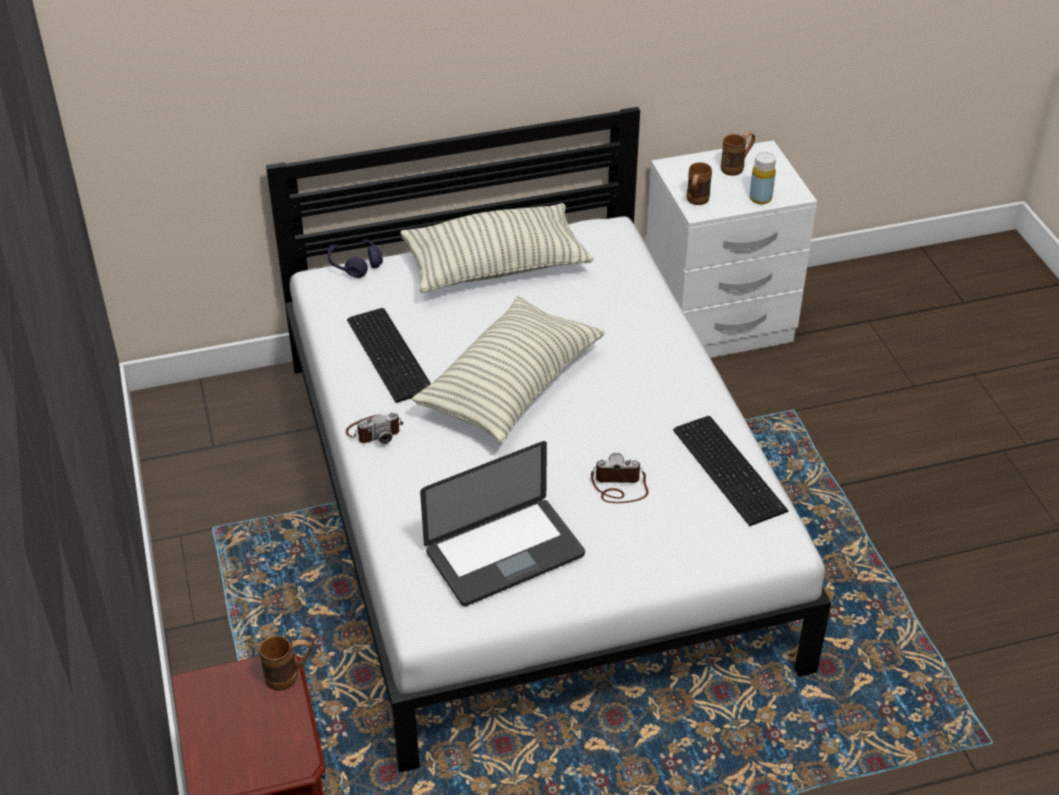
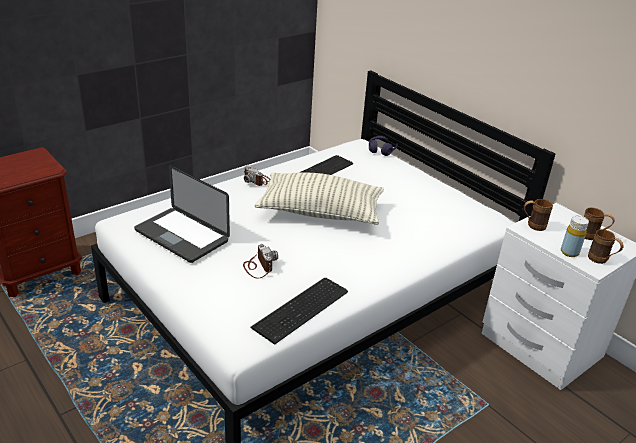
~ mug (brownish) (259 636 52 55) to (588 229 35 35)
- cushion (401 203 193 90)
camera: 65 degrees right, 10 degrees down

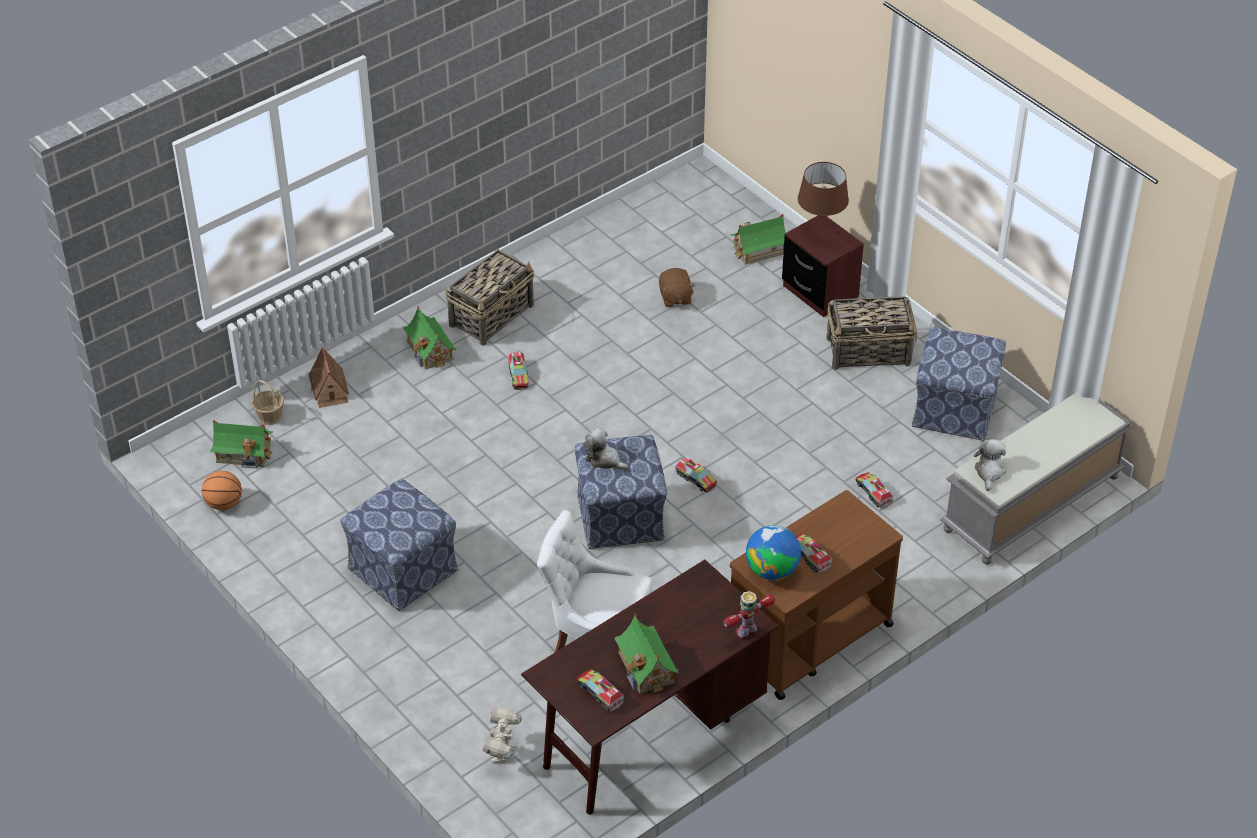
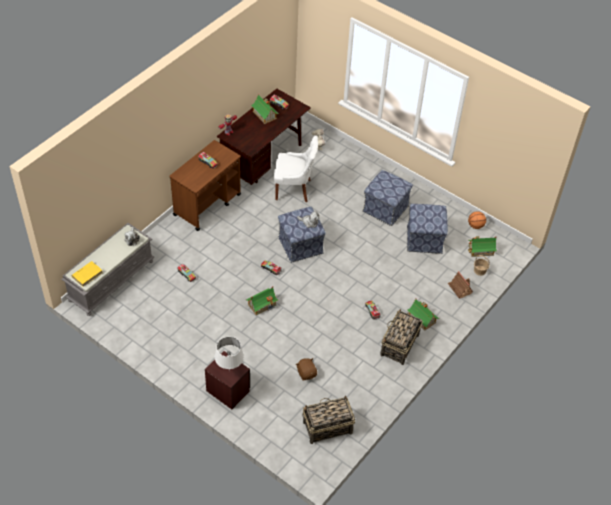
+ bound book (yellow-coloured) (71 261 32 26)
~ table lamp (brownish) (798 162 51 73) to table lamp (white) (215 337 29 32)
~ toy house (731 214 55 51) to (246 287 32 28)
~ storage basket (826 296 91 74) to (302 396 53 48)
~ footrest (912 327 94 114) to (407 204 41 50)
- globe (746 525 55 55)
camera: 165 degrees right, 5 degrees up

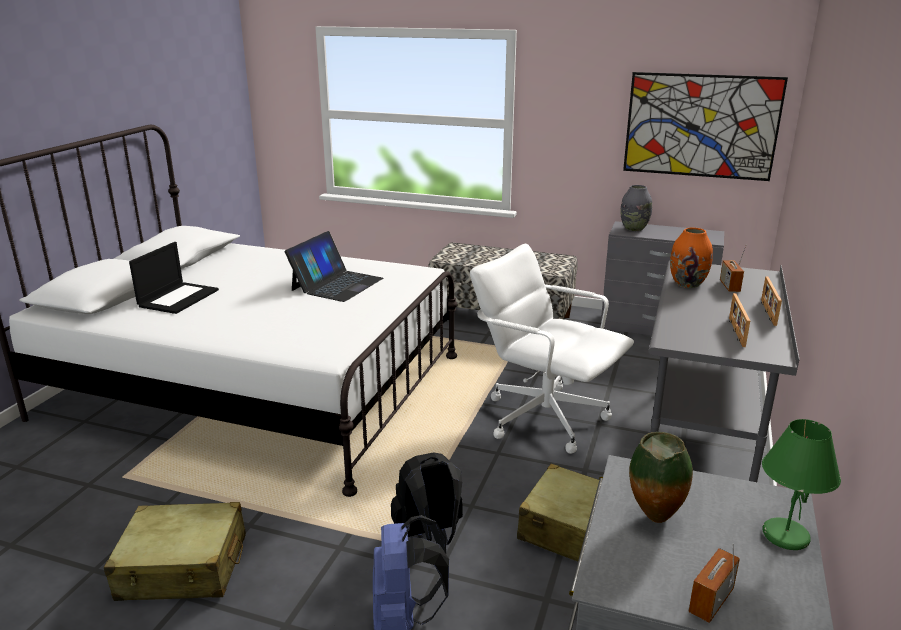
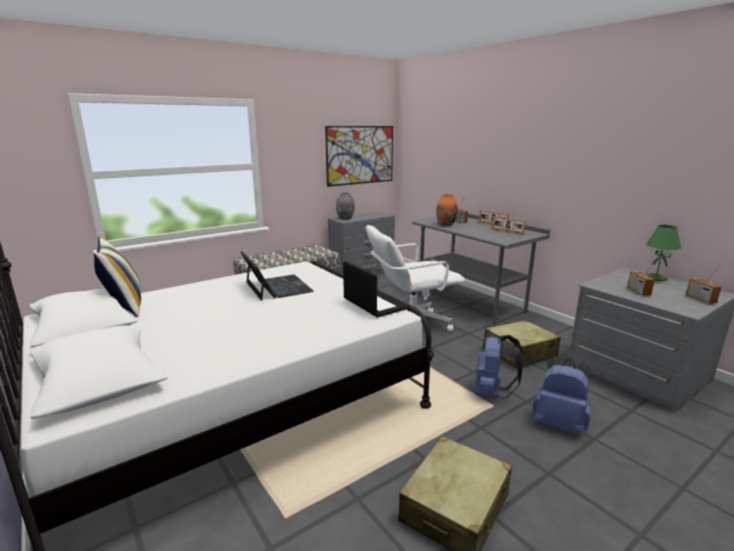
+ cushion (94 236 47 81)
~ notebook computer (129 242 90 72) to (343 261 67 56)
~ knapsack (black-coloured) (391 452 72 93) to knapsack (blue) (475 335 49 64)
~ vase (629 432 64 91) to radio set (627 258 28 38)
camera: 55 degrees left, 5 degrees down

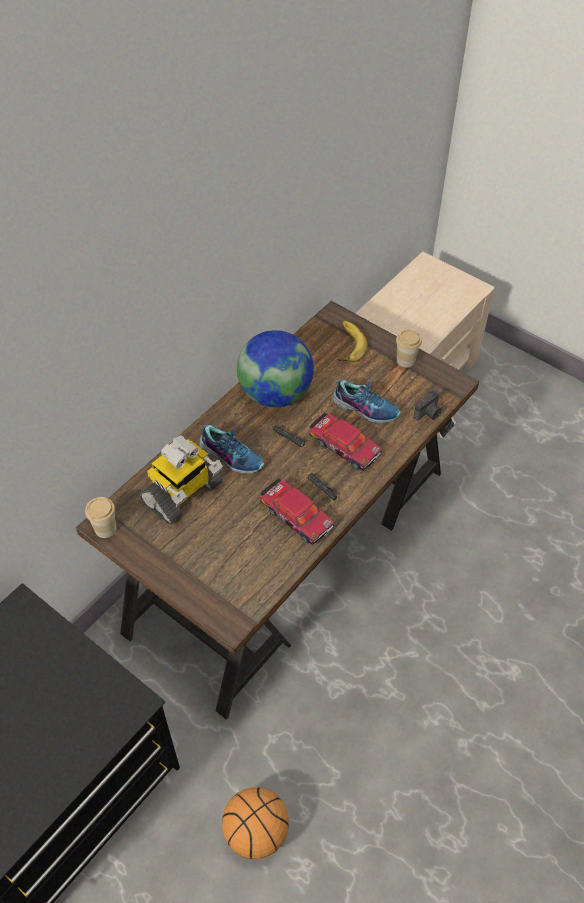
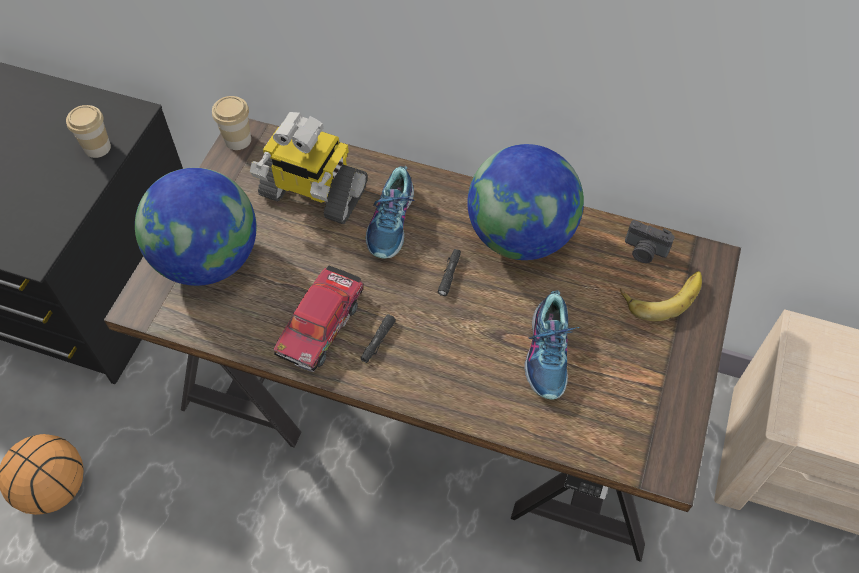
~ cup (396 330 26 37) to (66 105 45 53)
+ globe (135 168 122 118)
~ photo camera (414 390 28 30) to (625 220 50 43)
- model car (309 413 73 58)
camera: 70 degrees right, 5 degrees up

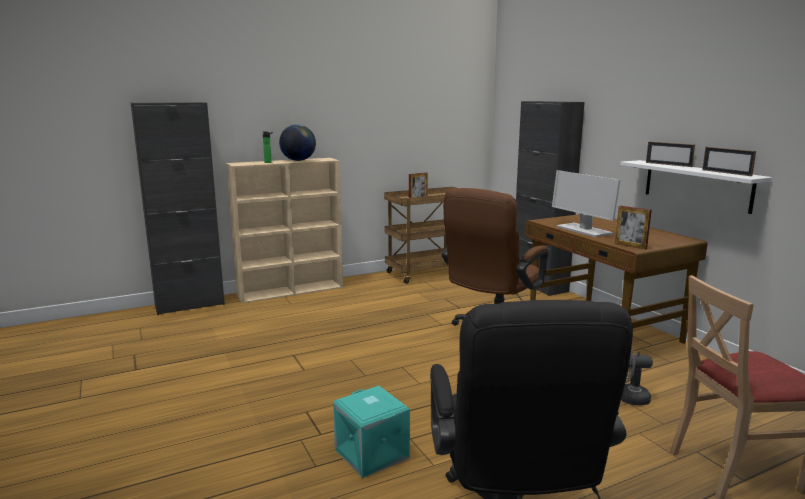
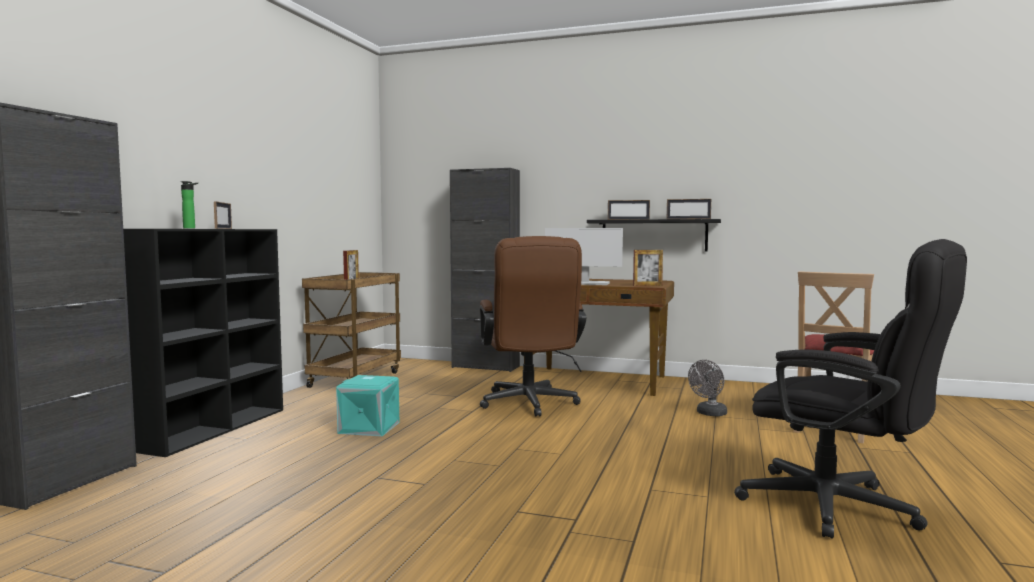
~ bookshelf (sand-coloured) (226 158 117 145) to bookshelf (black-coloured) (123 229 160 228)
~ globe (279 125 37 36) to picture frame (214 201 18 28)
~ storage box (turquoise-coloured) (333 386 77 92) to (336 375 63 62)
~ wall shelf (white) (620 160 153 54) to wall shelf (black-coloured) (587 219 134 32)
camera: 45 degrees left, 10 degrees down

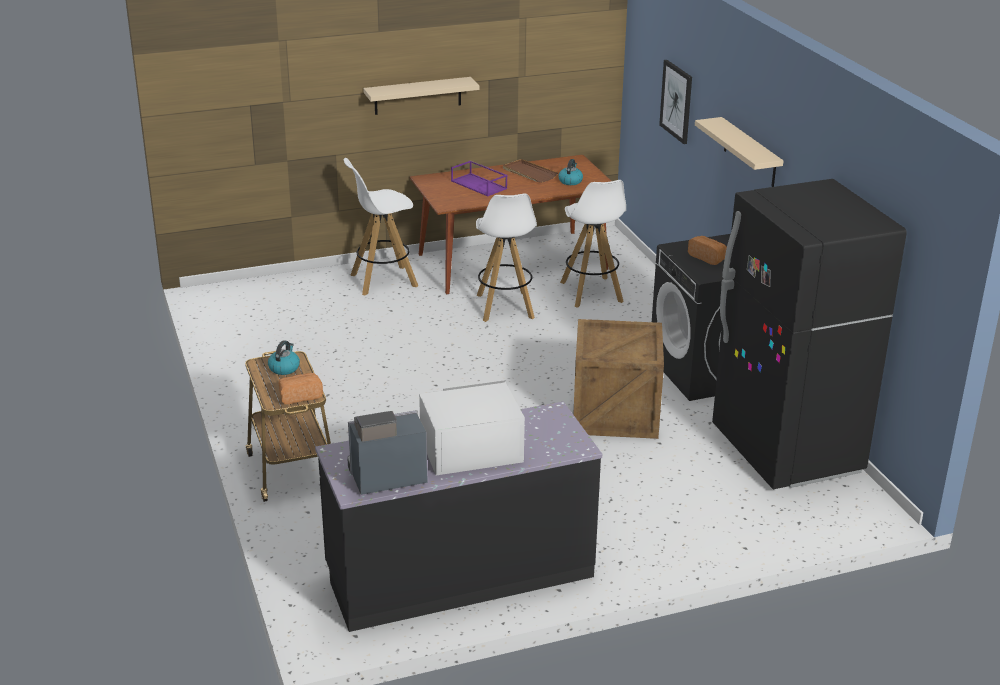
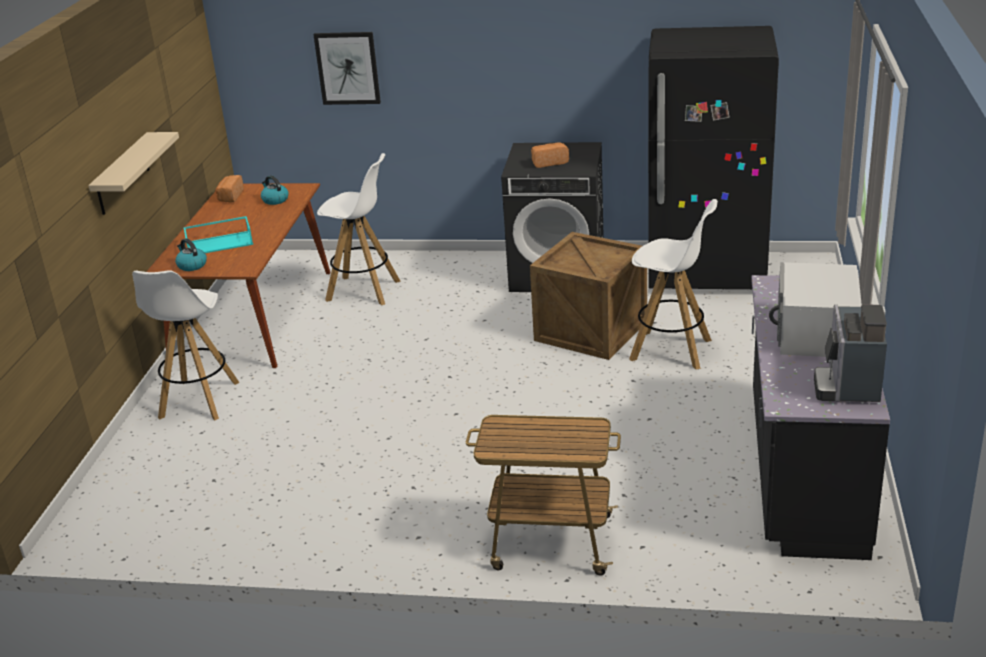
~ water kettle (268 340 32 35) to (175 238 32 33)
~ tray (purple) (451 160 56 36) to tray (turquoise-coloured) (183 216 70 37)
~ bread (278 373 45 31) to (215 175 29 27)
~ stool seat (white) (476 193 61 129) to (629 199 89 171)
- tray (brownish) (503 159 55 24)
- wall shelf (sand-coloured) (695 117 88 70)
camera: 60 degrees left, 0 degrees up

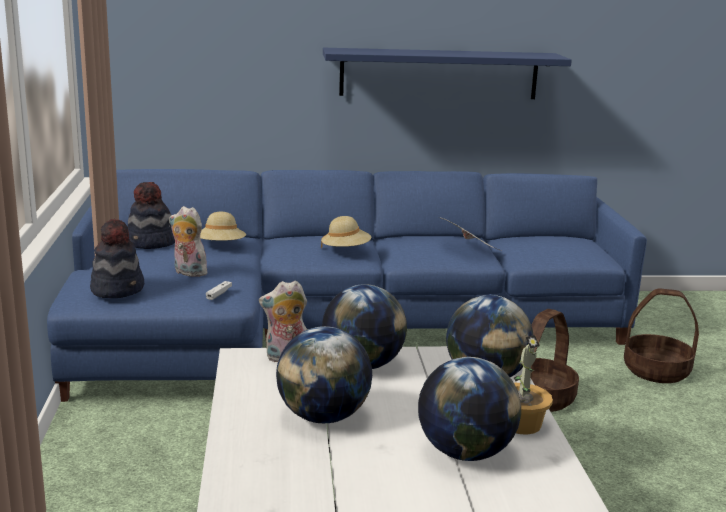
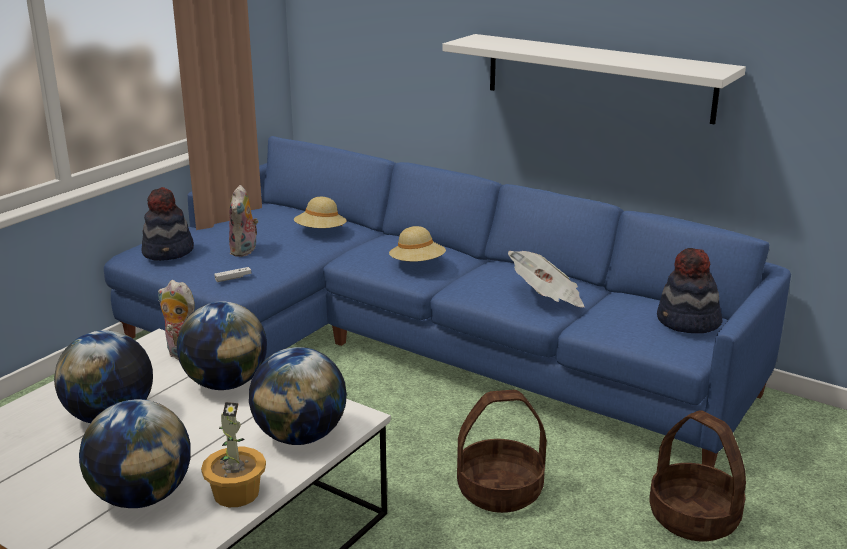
~ plush toy (169 206 38 71) = (229 185 29 72) 150 degrees counterclockwise
~ wall shelf (blue) (323 48 249 51) to wall shelf (white) (442 34 304 91)
~ clothing hat (128 182 47 67) to (657 248 65 85)
camera: 40 degrees right, 5 degrees up

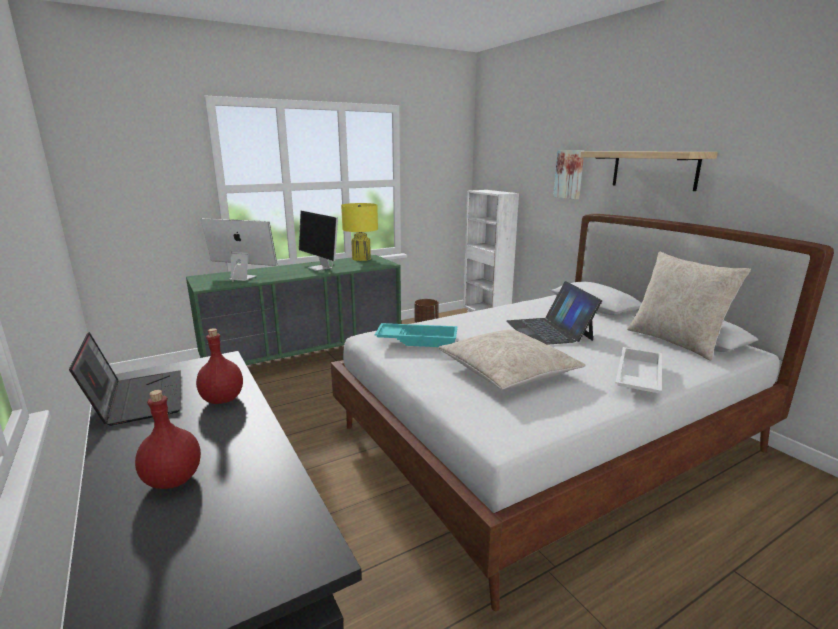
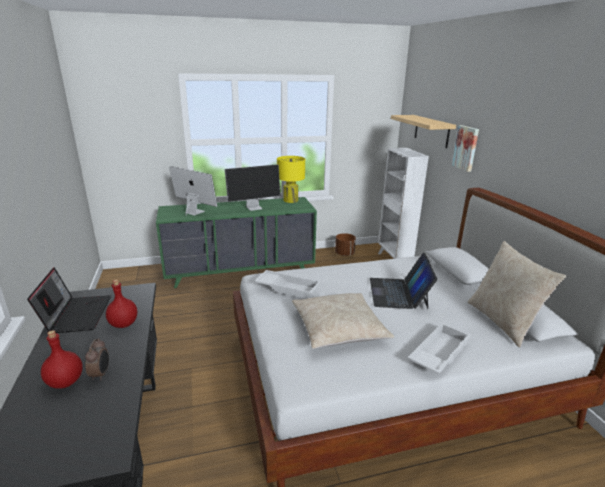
+ table clock (85 338 24 43)
~ computer display (299 211 39 60) = (225 164 55 47) 90 degrees counterclockwise
~ tray (turquoise-coloured) (375 323 83 24) to tray (white) (255 270 66 29)
~ wall shelf (580 151 138 40) to (391 115 65 33)
camera: 15 degrees right, 5 degrees up

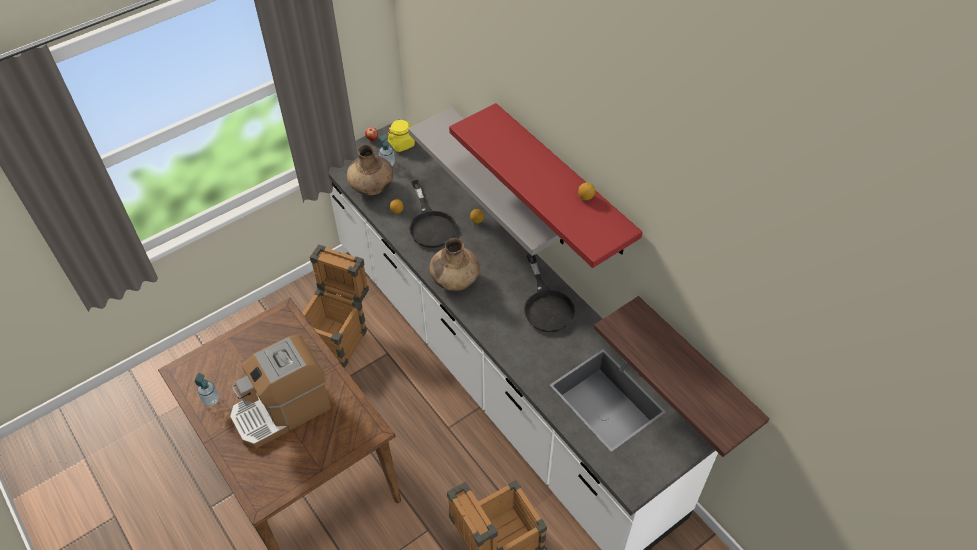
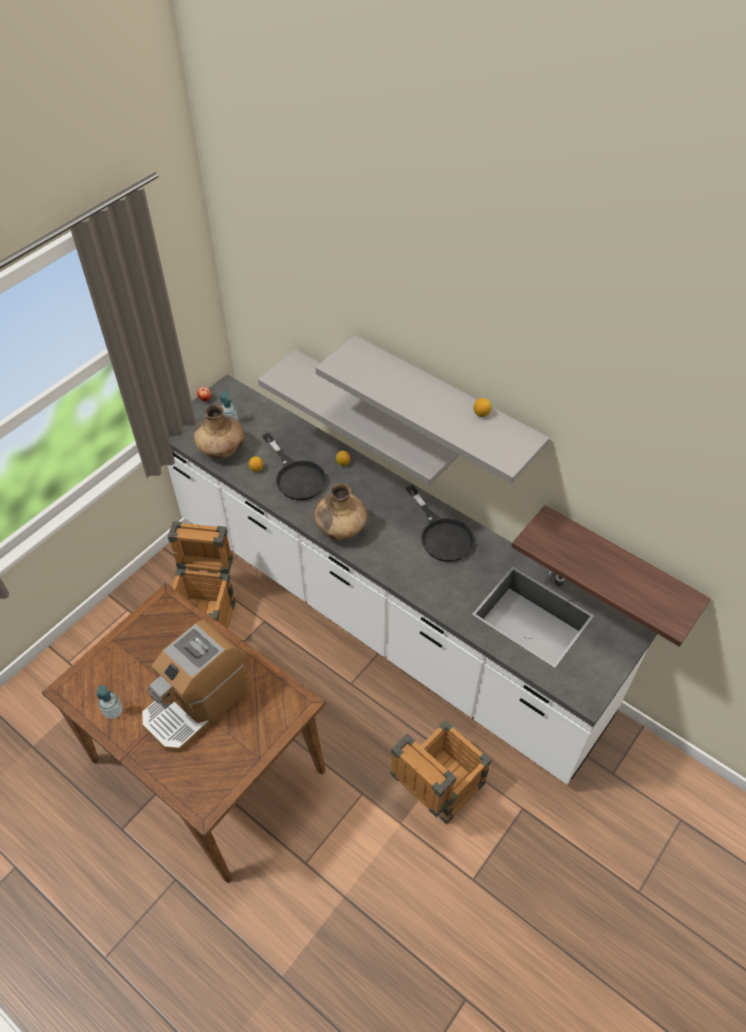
~ wall shelf (red) (449 103 194 165) to wall shelf (gray) (315 335 234 149)
- storage jar (yellow-coloured) (388 120 27 32)
camera: 15 degrees left, 0 degrees up

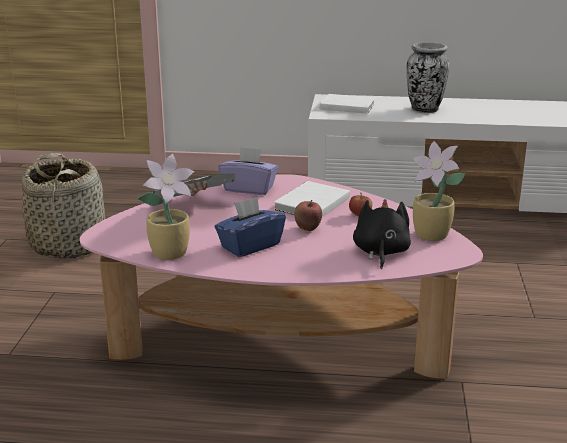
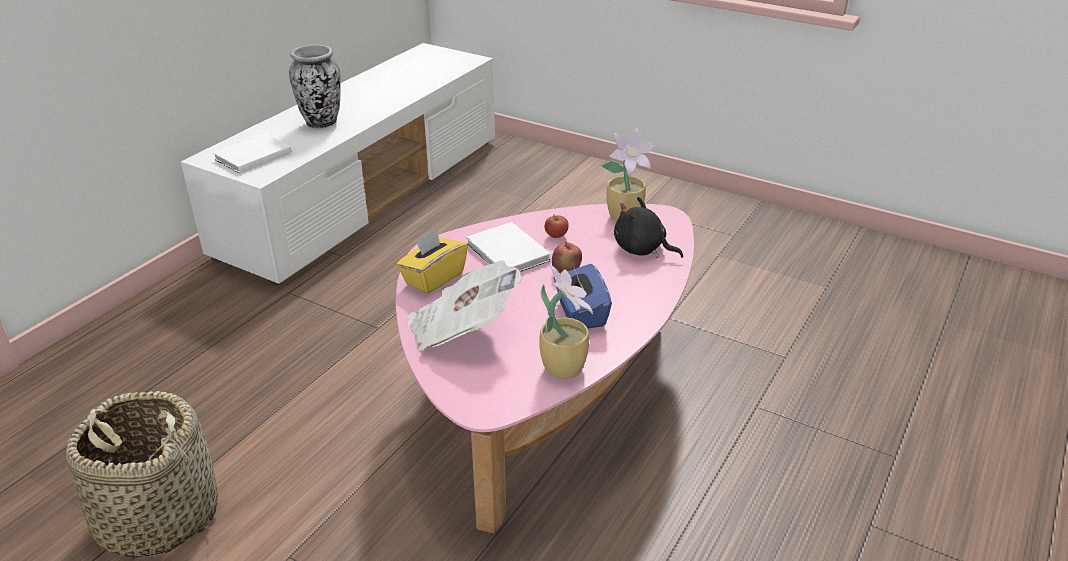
~ tissue holder (purple) (218 147 60 48) to tissue holder (yellow-coloured) (396 228 72 66)
camera: 65 degrees left, 10 degrees up

